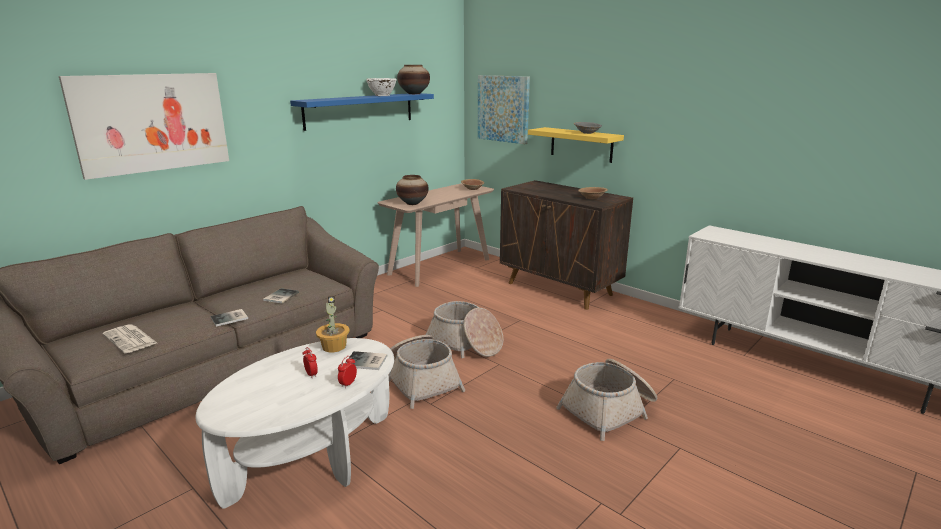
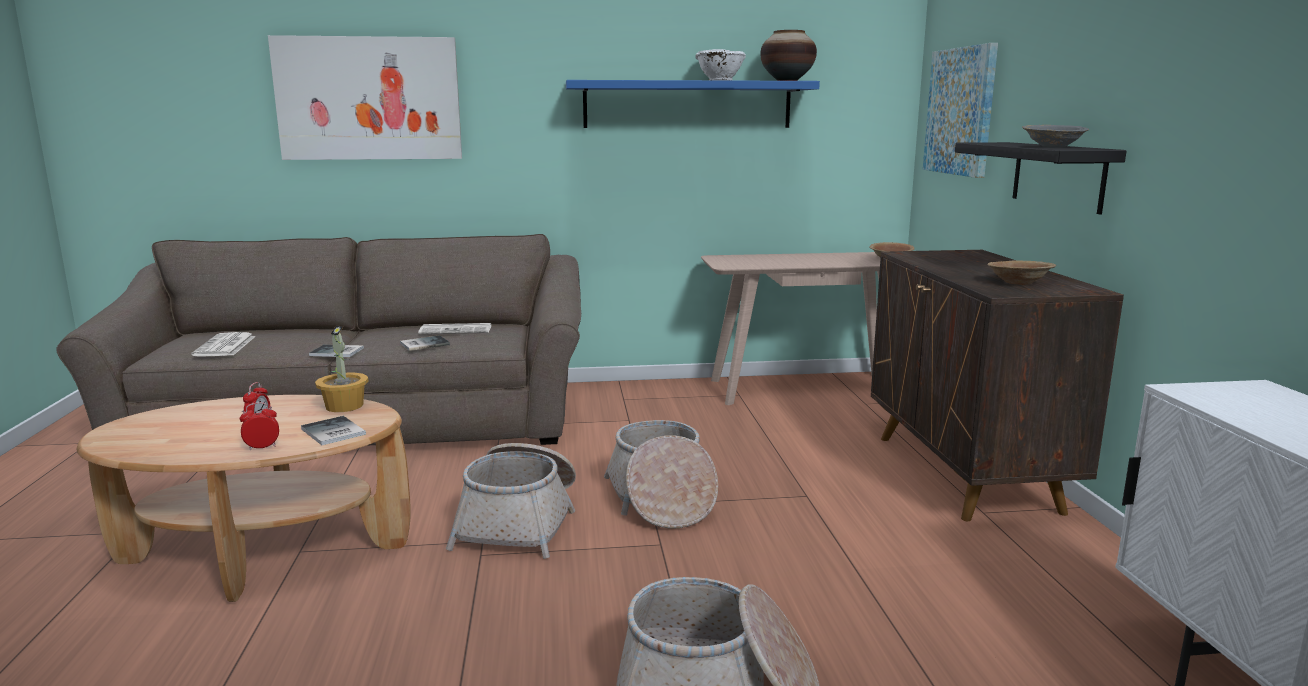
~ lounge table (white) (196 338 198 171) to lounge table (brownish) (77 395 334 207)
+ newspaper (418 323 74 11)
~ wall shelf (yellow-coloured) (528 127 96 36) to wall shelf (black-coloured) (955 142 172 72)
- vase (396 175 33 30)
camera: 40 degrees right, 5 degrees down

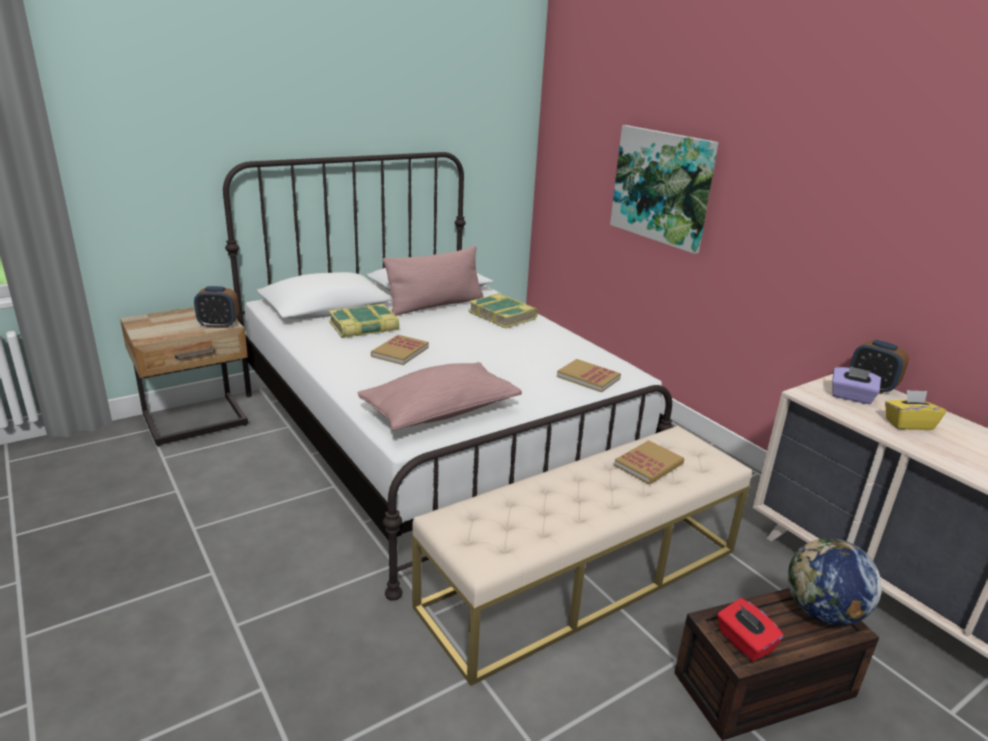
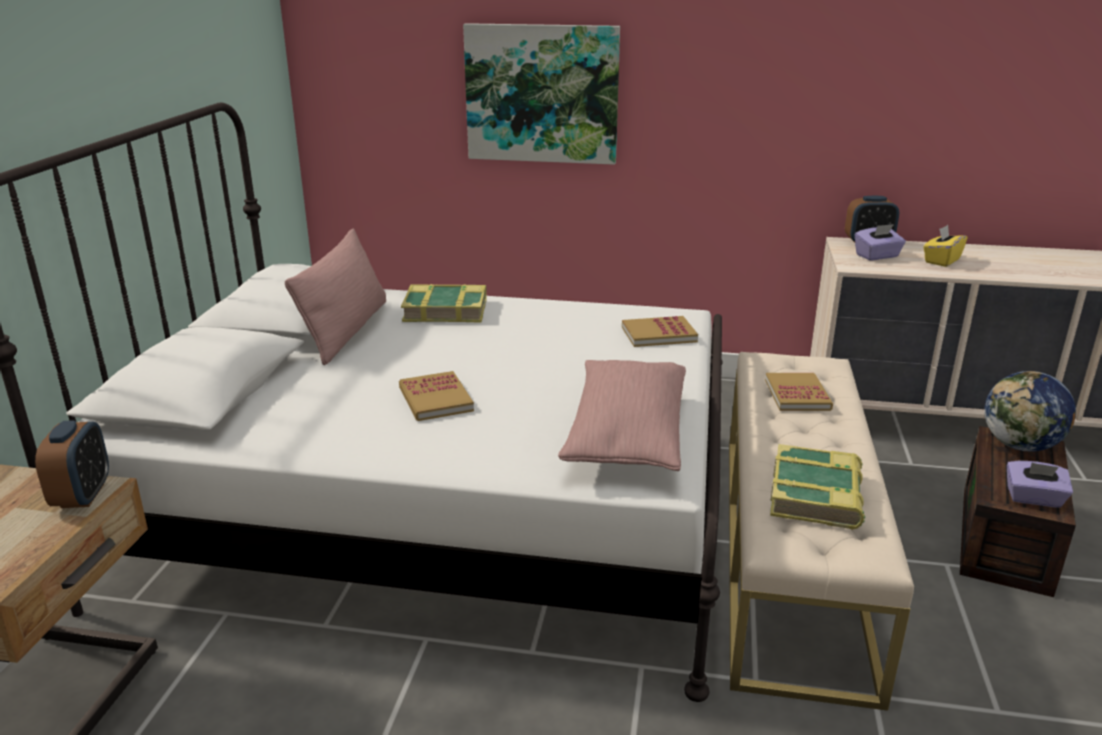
~ table clock (194 286 45 42) = (35 420 74 88) 45 degrees counterclockwise
~ bound book (329 304 70 34) to (770 444 95 86)
~ tissue holder (red) (717 598 67 64) to tissue holder (purple) (1007 461 66 47)
camera: 45 degrees left, 0 degrees up

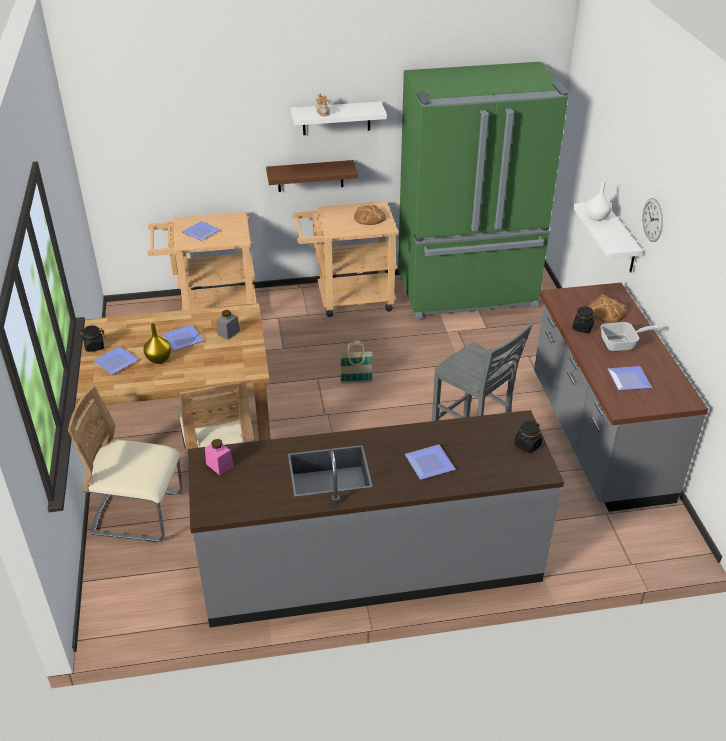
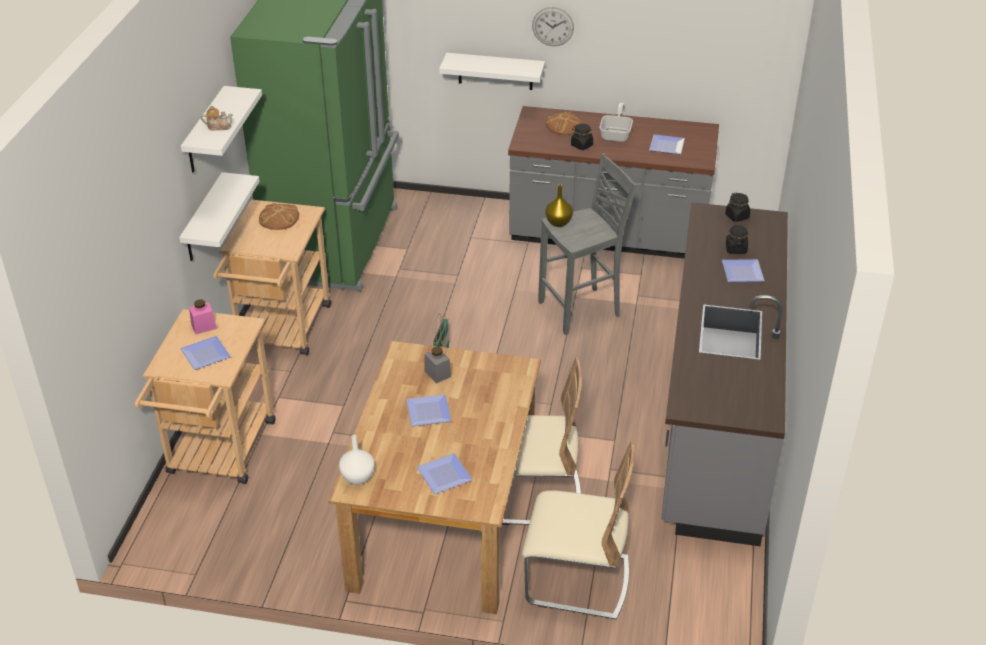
~ wall shelf (brownish) (266 160 92 32) to wall shelf (white) (179 172 81 89)
~ storage jar (pink-coloured) (205 439 29 36) to (189 300 28 34)
~ vase (white) (586 181 26 40) to (339 435 36 50)
~ chair (sand-coloured) (68 386 115 156) = (522 440 113 180) 105 degrees counterclockwise
~ vase (yellow-coloured) (143 323 28 41) to (545 184 28 43)
~ storage jar (black-coloured) (80 325 25 27) to (726 225 22 29)
camera: 70 degrees left, 0 degrees up

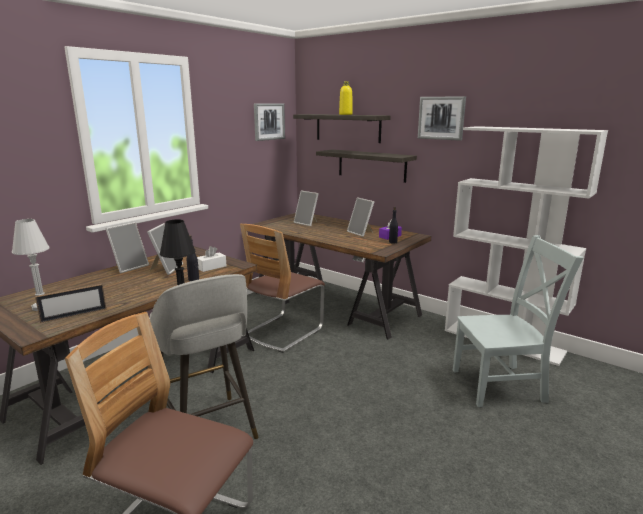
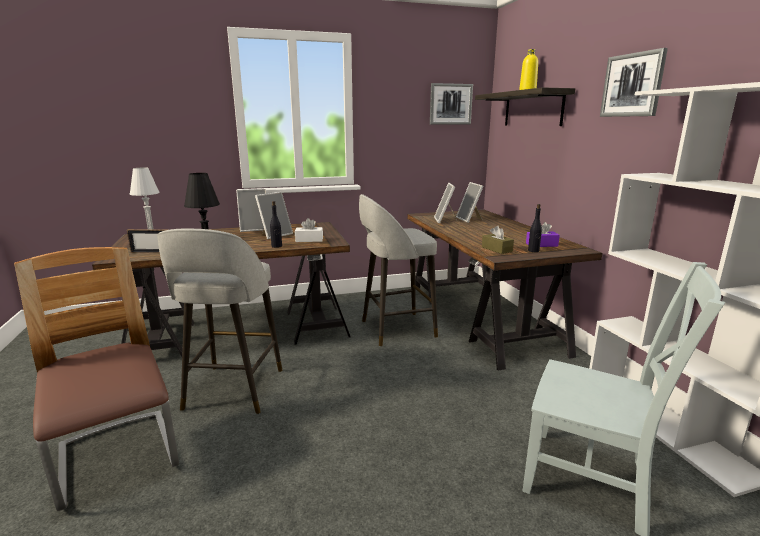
~ chair (240 224 85 129) to stool seat (gray) (359 194 79 153)
~ picture frame (347 197 27 40) to (434 183 24 40)
+ tissue holder (brownish) (482 226 32 28)
- wall shelf (316 149 101 34)
camera: 35 degrees right, 0 degrees up

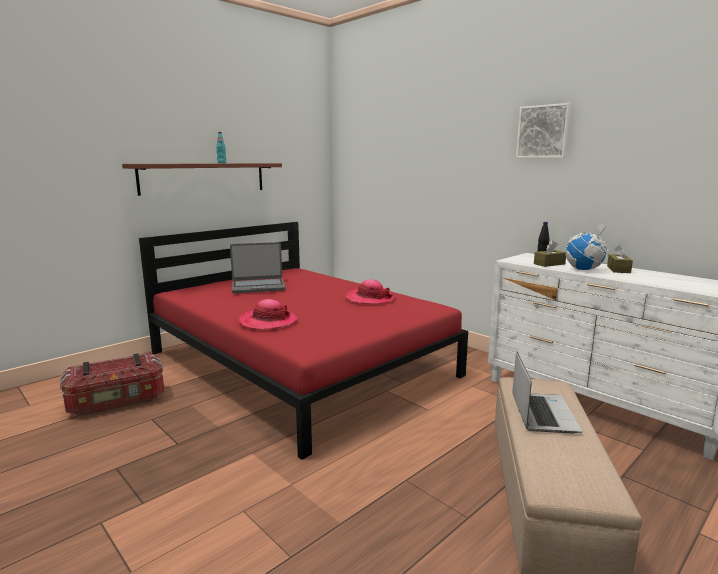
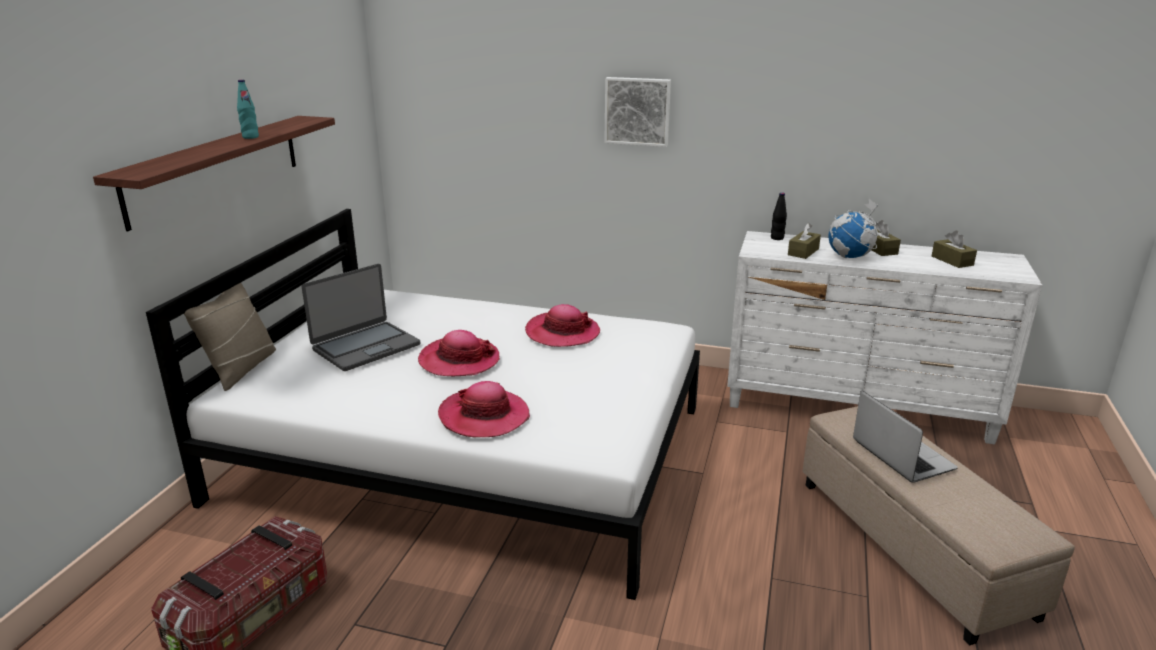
~ bedroom bed (red) (139 222 329 238) to bedroom bed (white) (146 209 554 391)
+ cushion (sand-coloured) (184 283 92 108)
+ clothing hat (418 330 82 46)
~ picture (516 103 56 55) to (604 77 67 70)
+ tissue holder (brownish) (932 231 45 37)
camera: 30 degrees left, 10 degrees up

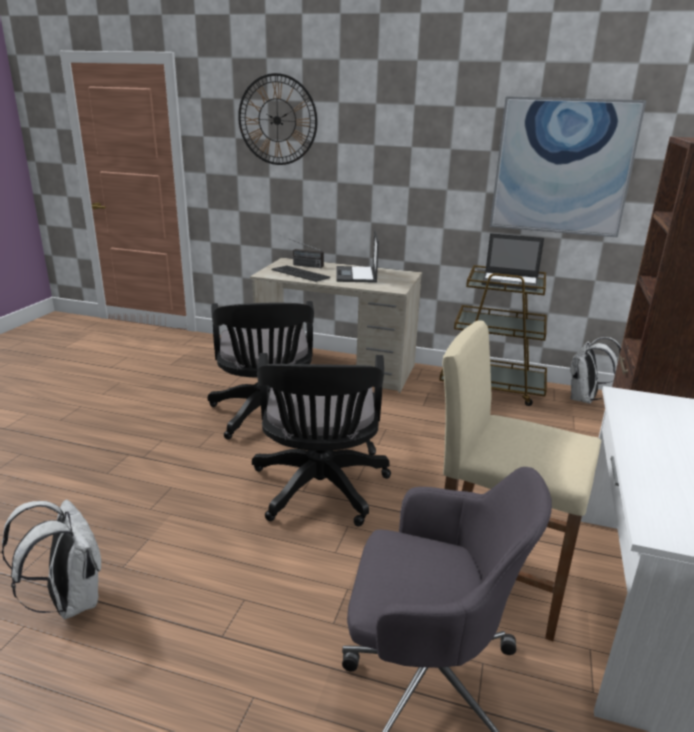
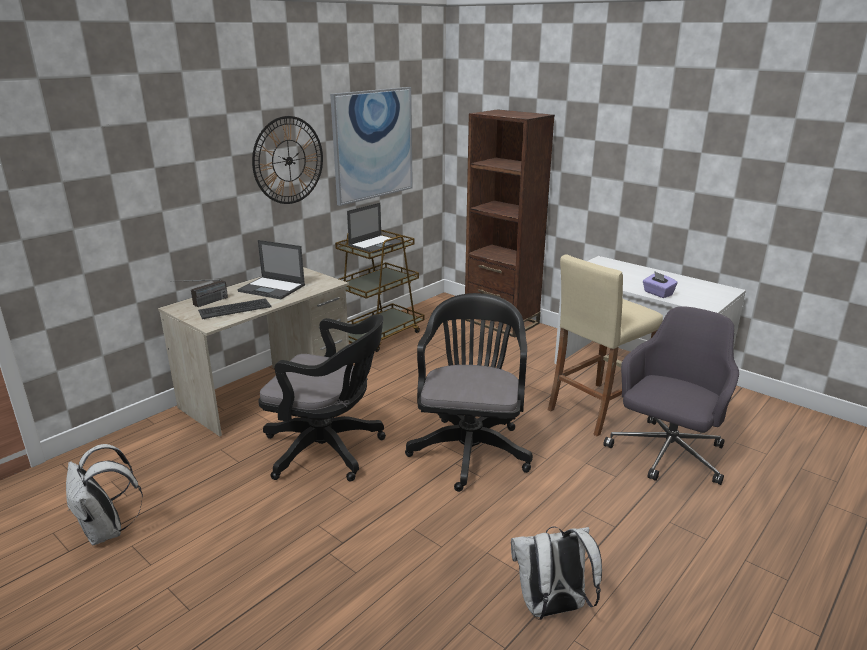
~ knapsack (white) (569 337 52 67) to (66 444 77 101)
~ hanging clock (238 73 79 92) to (252 116 71 88)
~ desk chair (black-coloured) (252 353 139 173) = (405 293 128 199) 105 degrees counterclockwise
+ tissue holder (purple) (643 271 35 27)
camera: 65 degrees left, 0 degrees up

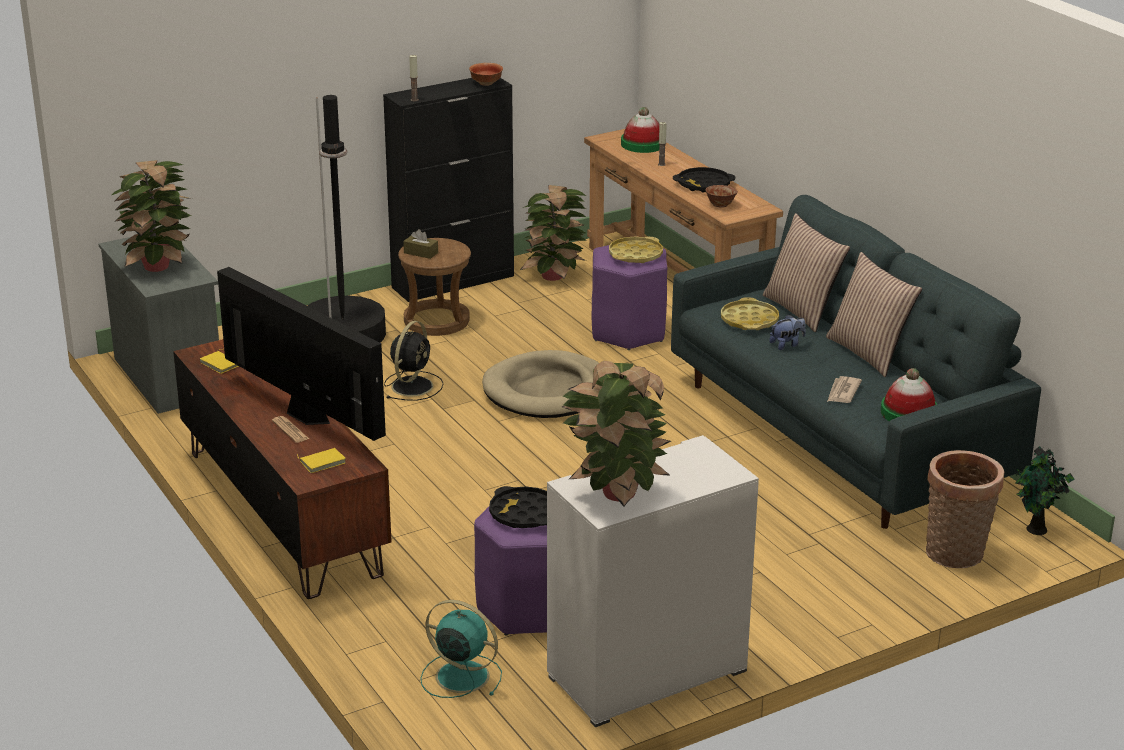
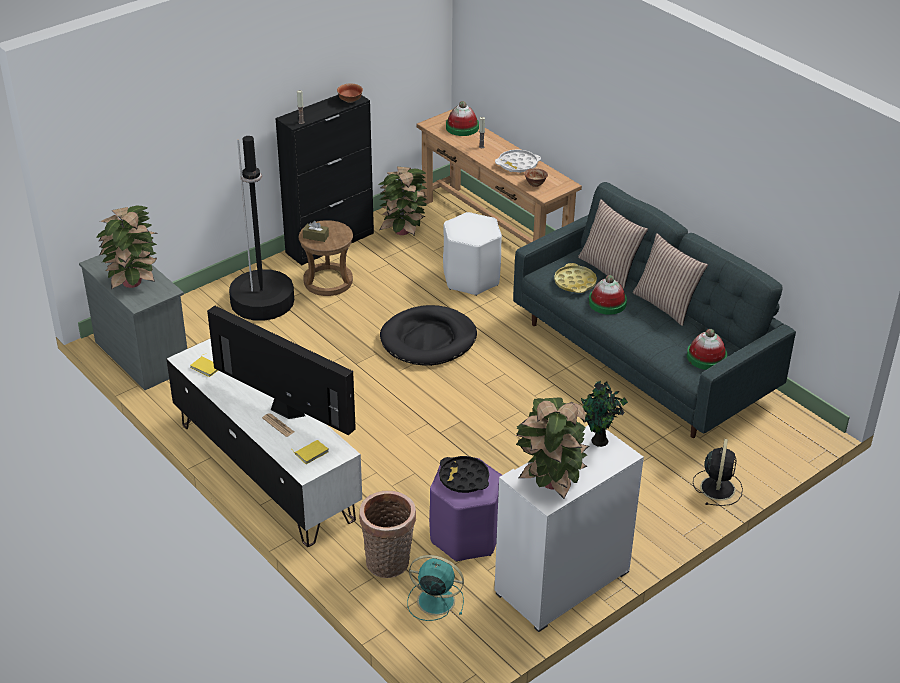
~ media console (brownish) (173 339 219 260) to media console (white) (166 338 196 209)
~ storage basket (926 450 78 118) to (359 491 57 87)
~ dog bed (sand-coloured) (482 350 117 68) to dog bed (black-coloured) (380 305 97 61)
~ stool seat (purple) (592 245 75 105) to stool seat (white) (443 212 59 84)
~ tray (black-coloured) (673 167 62 25) to tray (white) (495 149 46 24)
~ potted plant (1015 446 60 89) to (581 381 47 66)
~ plush toy (769 315 37 35) to clothing hat (589 275 38 40)
~ cooling fan (black-coloured) (384 321 59 80) to (693 439 50 67)
- tray (yellow-coloured) (609 237 54 26)
- newspaper (827 376 35 27)
camera: 10 degrees left, 10 degrees up

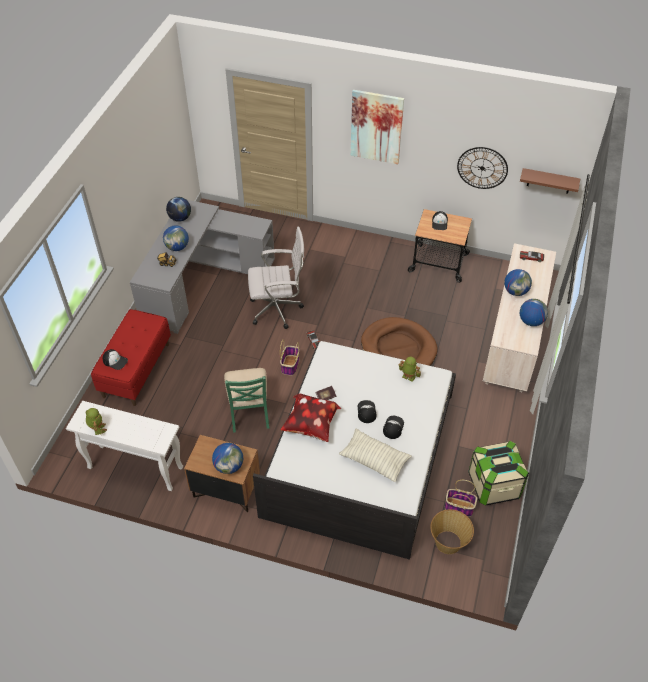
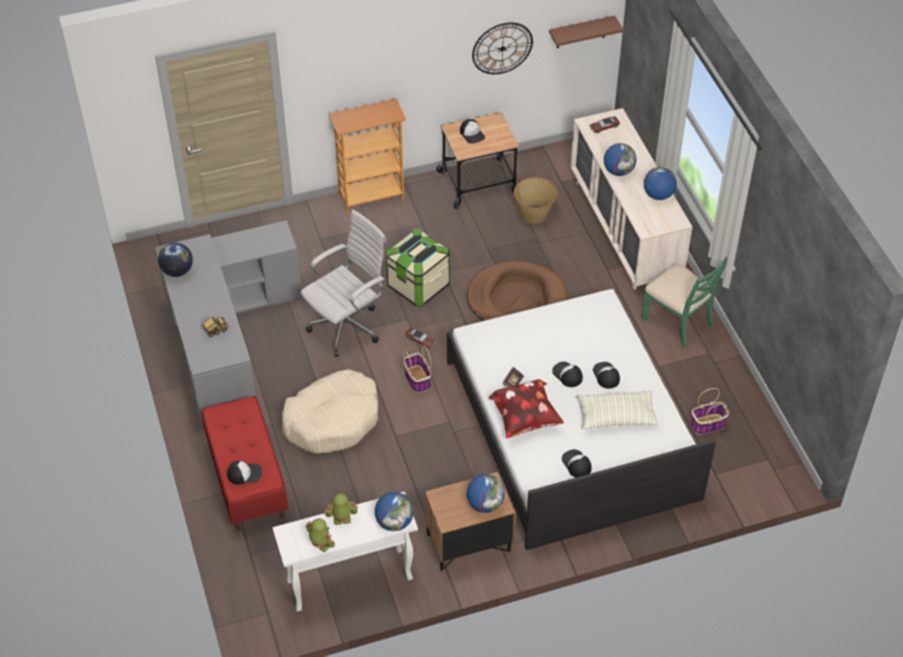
+ dog bed (sand-coloured) (282 369 97 85)
~ toy robot (399 357 22 25) to (325 493 33 32)
+ bookshelf (329 98 77 116)
~ globe (163 226 26 25) to (375 492 39 39)
~ storage box (468 441 61 65) to (386 229 64 77)
~ storage basket (430 509 44 45) to (514 177 44 47)
+ baseball cap (562 449 30 28)
~ chair (green-coloured) (224 368 45 65) to (641 256 87 93)
- picture (350 90 54 74)
camera: 35 degrees left, 0 degrees up

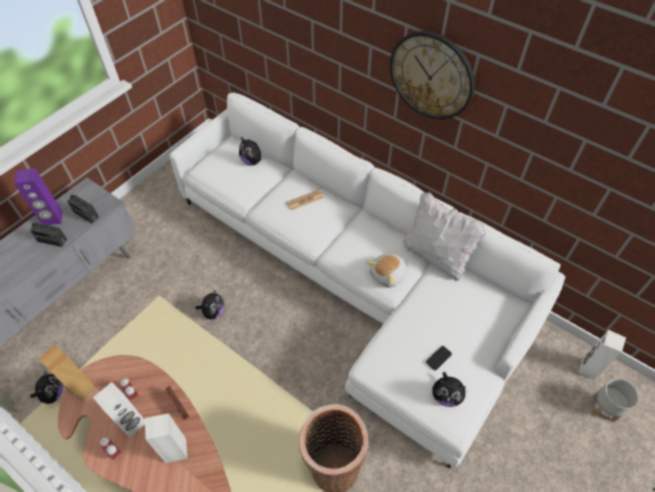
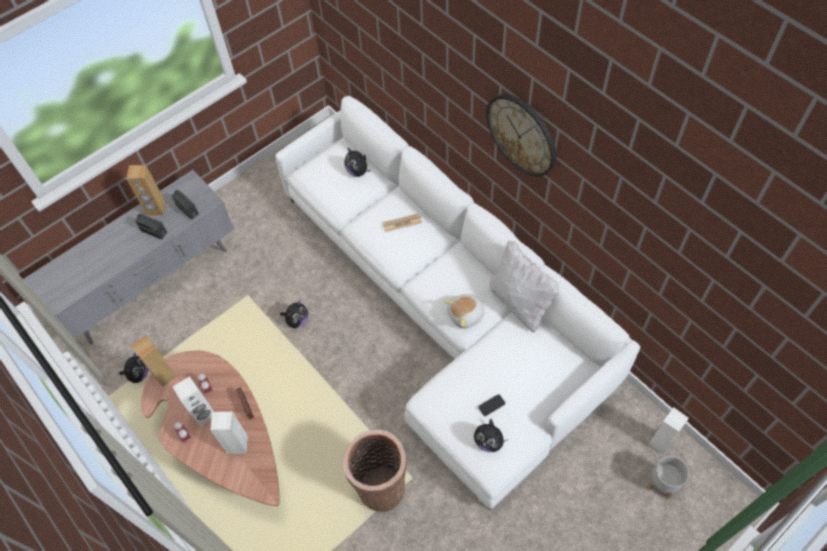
~ speaker (purple) (14 168 48 57) to speaker (brownish) (126 165 40 51)
camera: 15 degrees right, 5 degrees up

